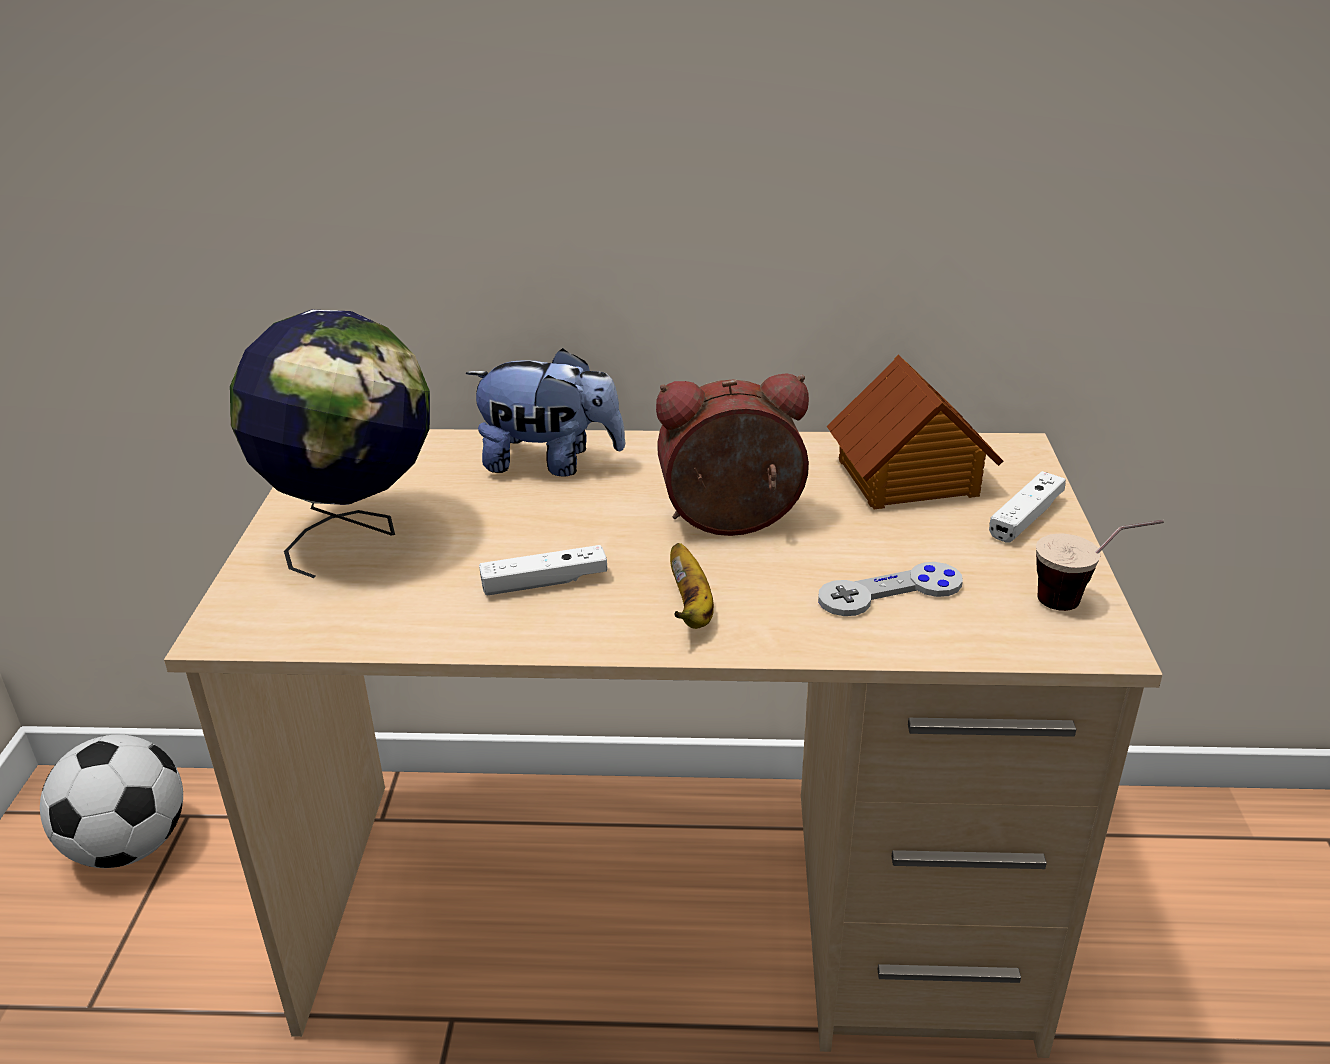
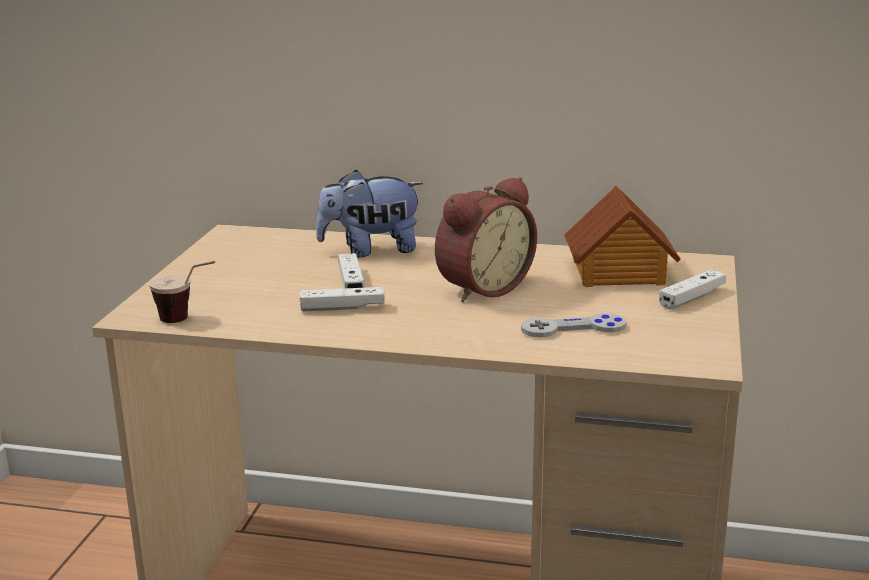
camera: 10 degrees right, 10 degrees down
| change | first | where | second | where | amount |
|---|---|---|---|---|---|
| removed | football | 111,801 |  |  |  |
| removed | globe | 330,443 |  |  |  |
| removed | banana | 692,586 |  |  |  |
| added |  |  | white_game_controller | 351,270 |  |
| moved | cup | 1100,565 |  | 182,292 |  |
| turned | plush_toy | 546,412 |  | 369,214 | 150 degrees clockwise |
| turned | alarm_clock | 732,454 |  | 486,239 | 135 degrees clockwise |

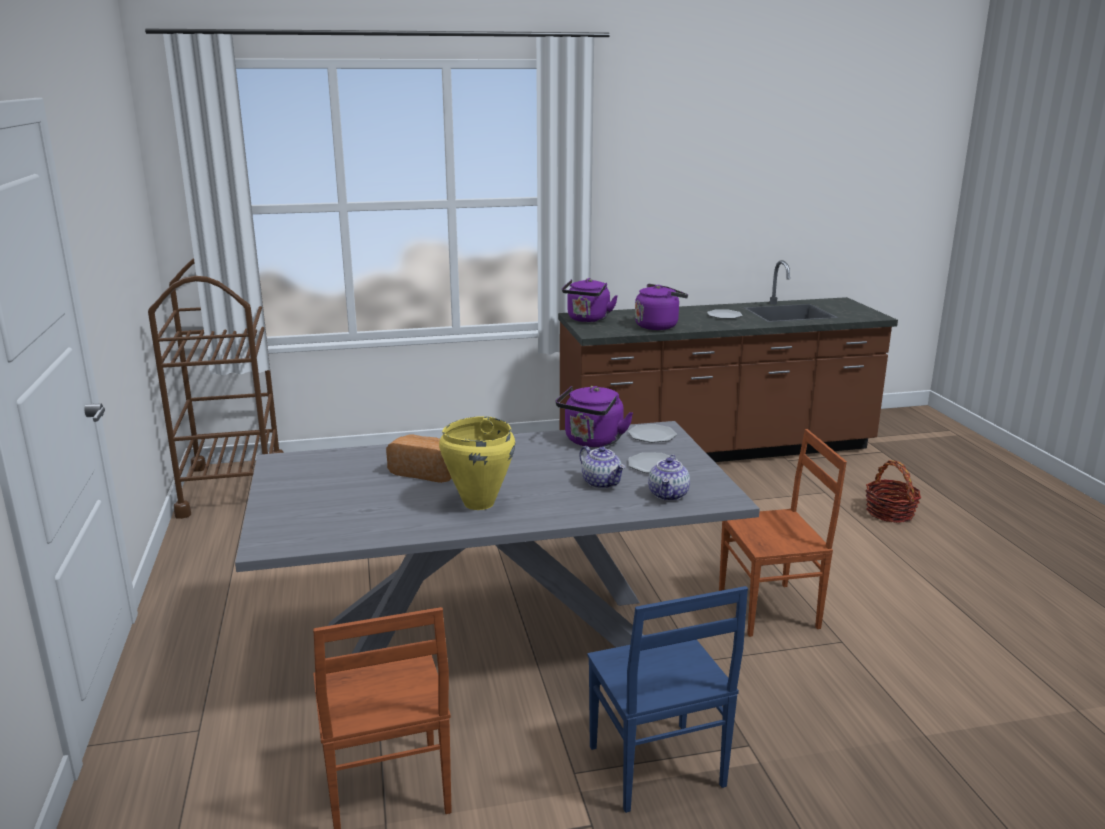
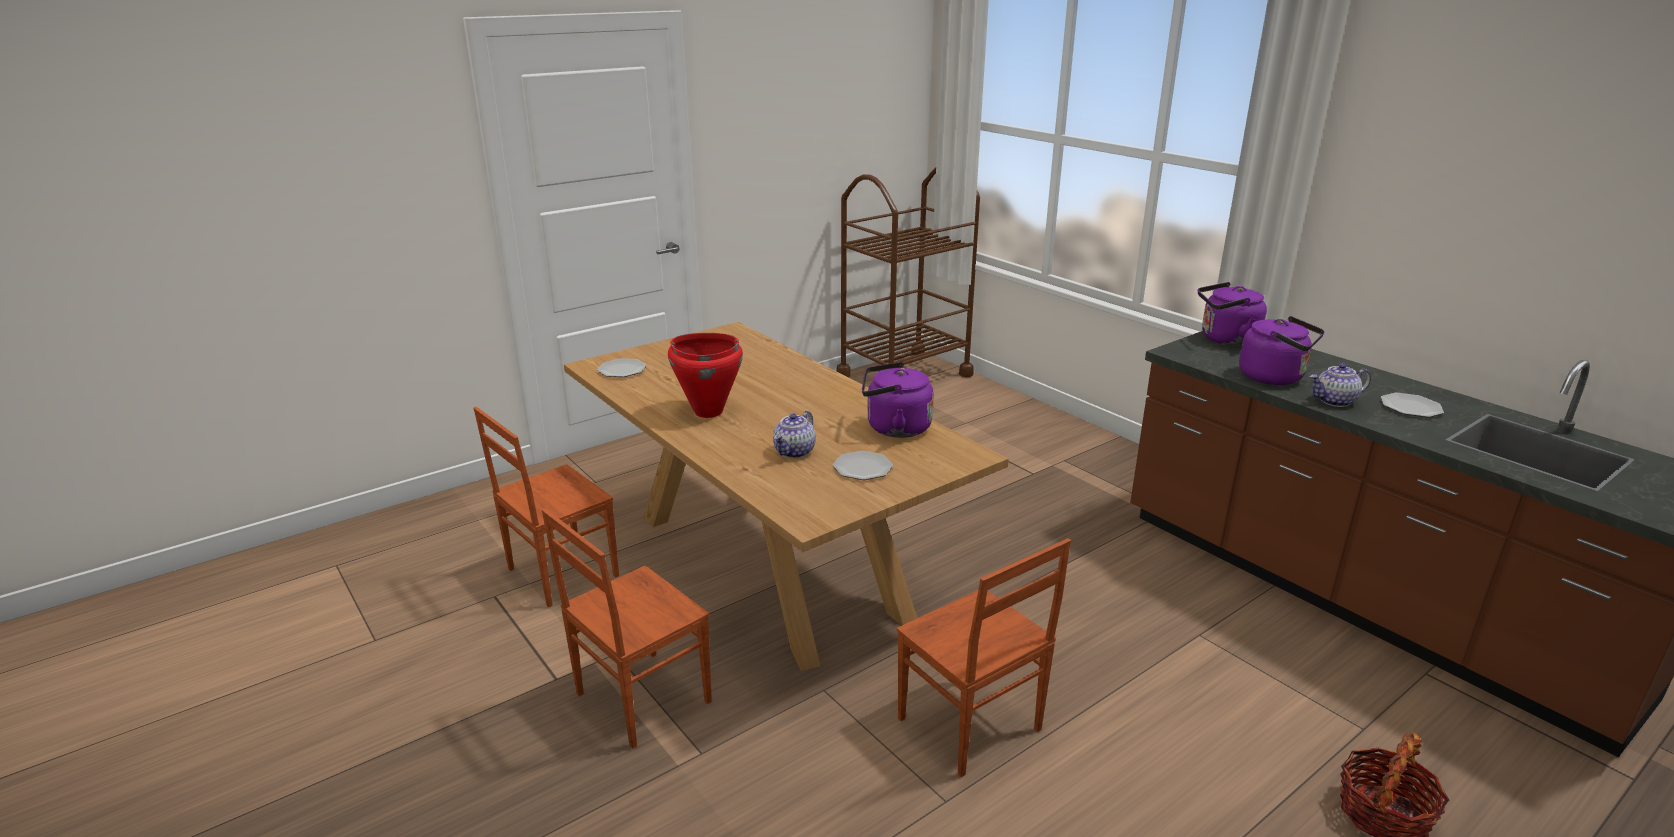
camera: 65 degrees right, 5 degrees up
| change | first | where | second | where | amount |
|---|---|---|---|---|---|
| removed | bread | 418,458 |  |  |  |
| moved | plate | 652,433 |  | 622,367 |  |
| moved | teapot | 669,478 |  | 1340,385 |  |
| recoloured | grey_dining_table | 497,537 | brown_dining_table | 786,496 |  |
| recoloured | yellow_cooking_pot | 477,463 | red_cooking_pot | 705,375 |  |
| recoloured | blue_chair | 667,699 | brown_chair | 627,628 |  |

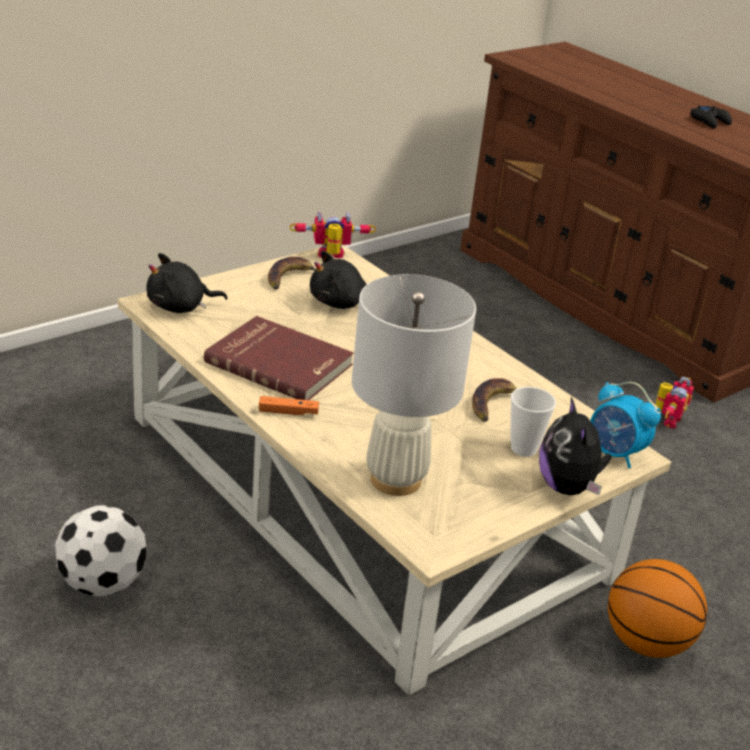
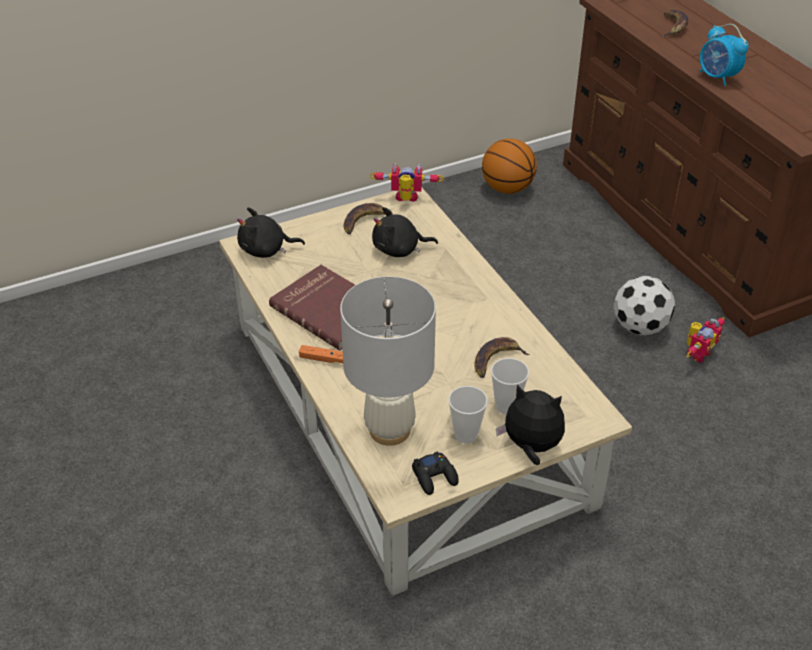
camera: 15 degrees right, 10 degrees up
| change | first | where | second | where | amount |
|---|---|---|---|---|---|
| added |  |  | cup | 468,414 |  |
| added |  |  | banana | 674,23 |  |
| moved | football | 101,550 |  | 644,305 |  |
| moved | alarm_clock | 625,425 |  | 724,55 |  |
| moved | basketball | 657,608 |  | 509,166 |  |
| moved | black_game_controller | 711,117 |  | 435,473 |  |
| turned | plush_toy | 575,446 |  | 530,424 | 105 degrees clockwise |

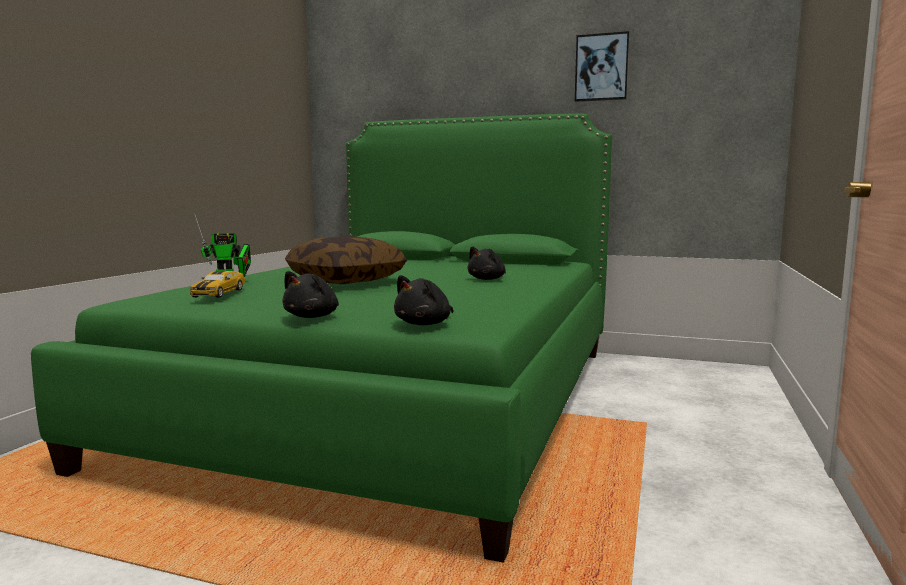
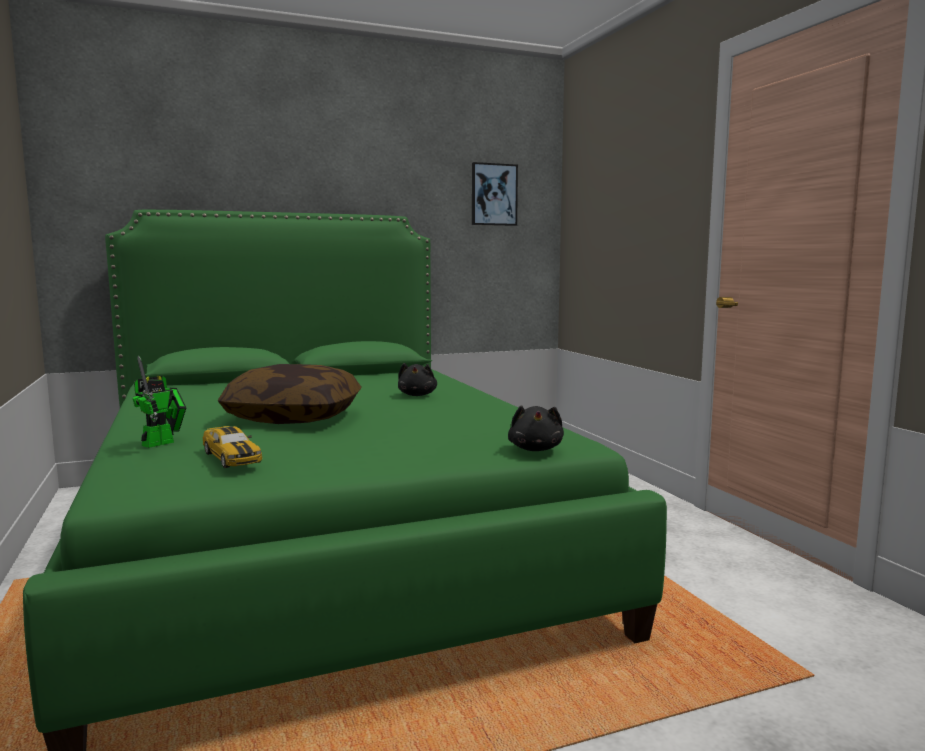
camera: 40 degrees left, 0 degrees up
| change | first | where | second | where | amount |
|---|---|---|---|---|---|
| removed | black_plush_toy | 310,294 |  |  |  |
| moved | picture | 602,66 |  | 495,194 |  |

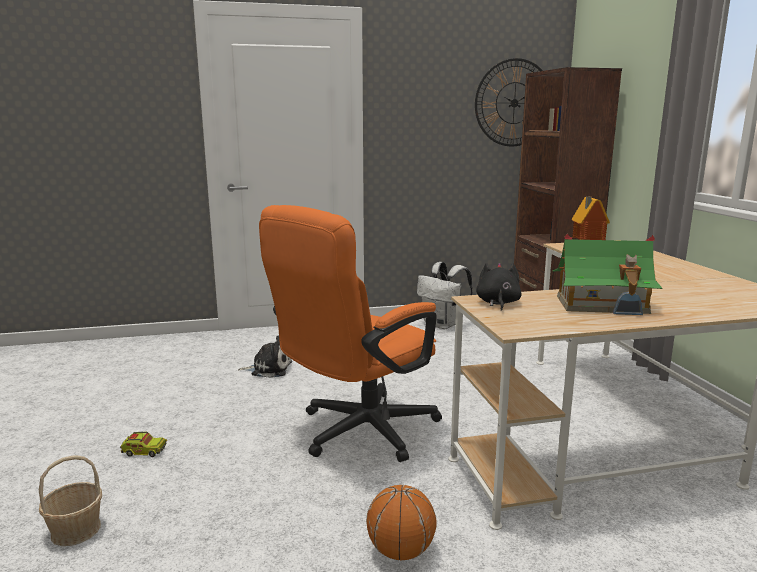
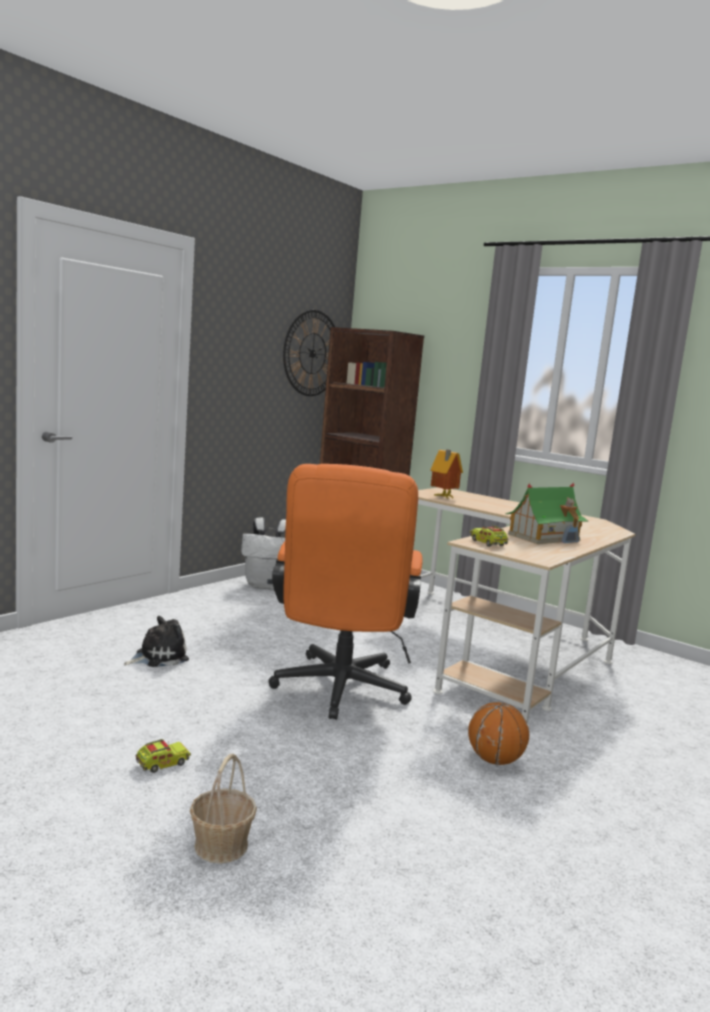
camera: 40 degrees left, 5 degrees down
| change | first | where | second | where | amount |
|---|---|---|---|---|---|
| replaced | black_plush_toy | 499,287 | toy_truck | 489,536 |  |

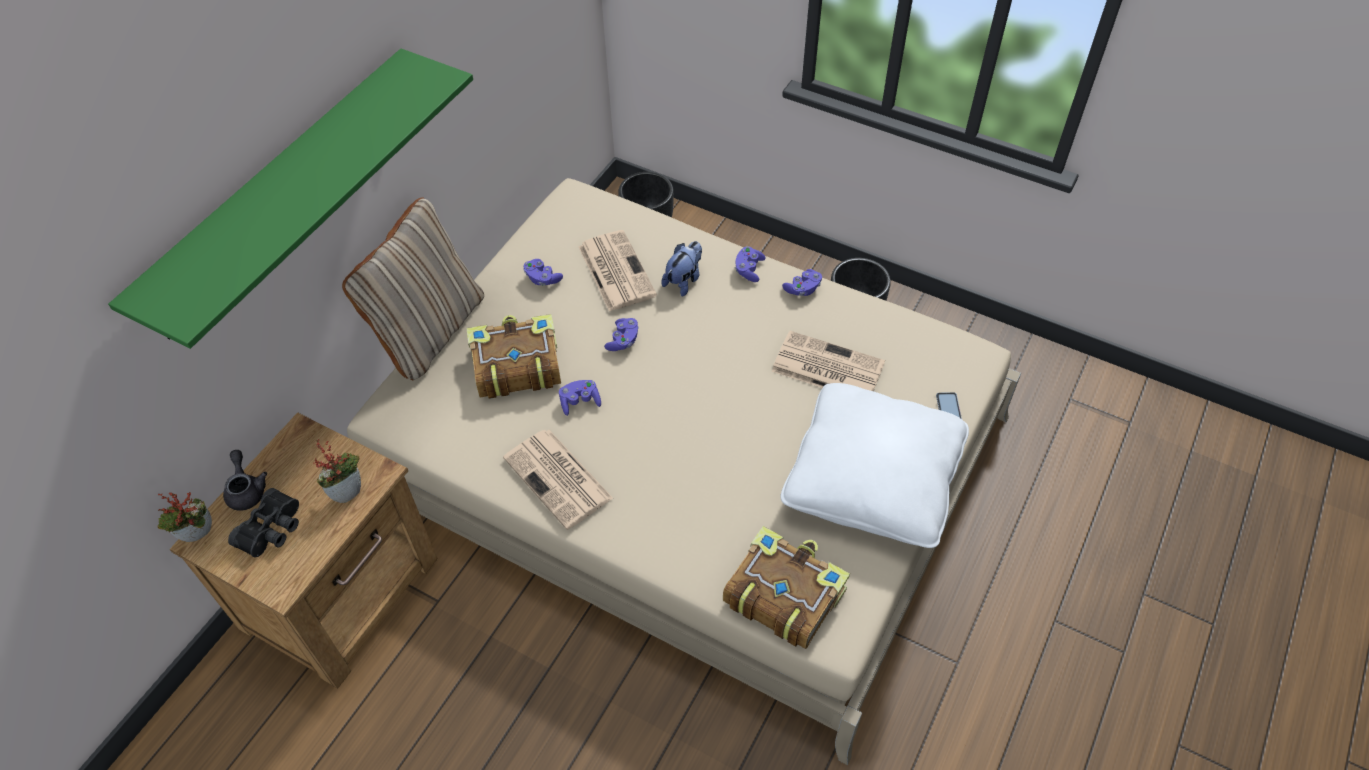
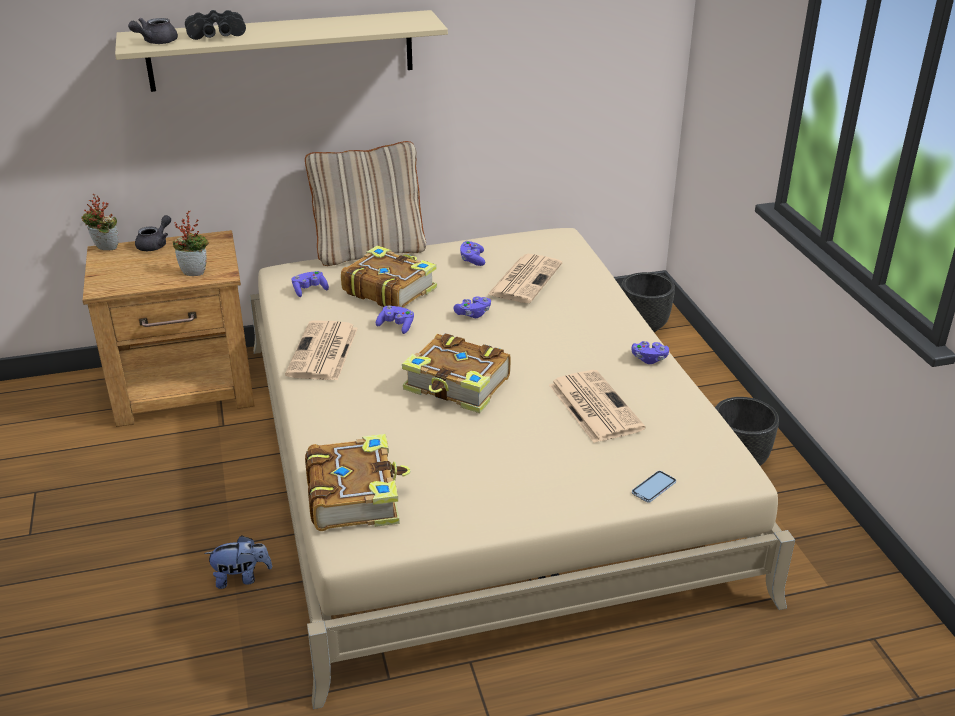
camera: 45 degrees right, 20 degrees down
| change | first | where | second | where | amount |
|---|---|---|---|---|---|
| removed | white_pillow | 874,465 |  |  |  |
| added |  |  | grey_teapot | 153,31 |  |
| added |  |  | book | 456,373 |  |
| moved | black_binoculars | 263,522 |  | 215,25 |  |
| moved | plush_toy | 681,269 |  | 238,562 |  |
| moved | purple_game_controller | 750,264 |  | 310,284 |  |
| recoloured | green_shelf | 290,199 | beige_shelf | 281,51 |  |

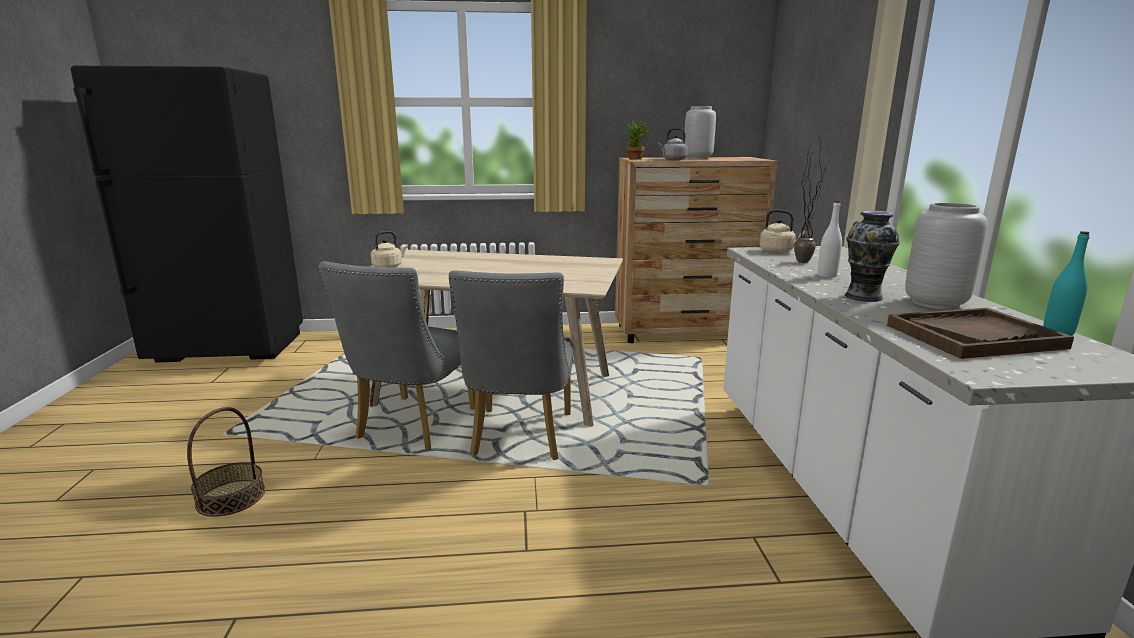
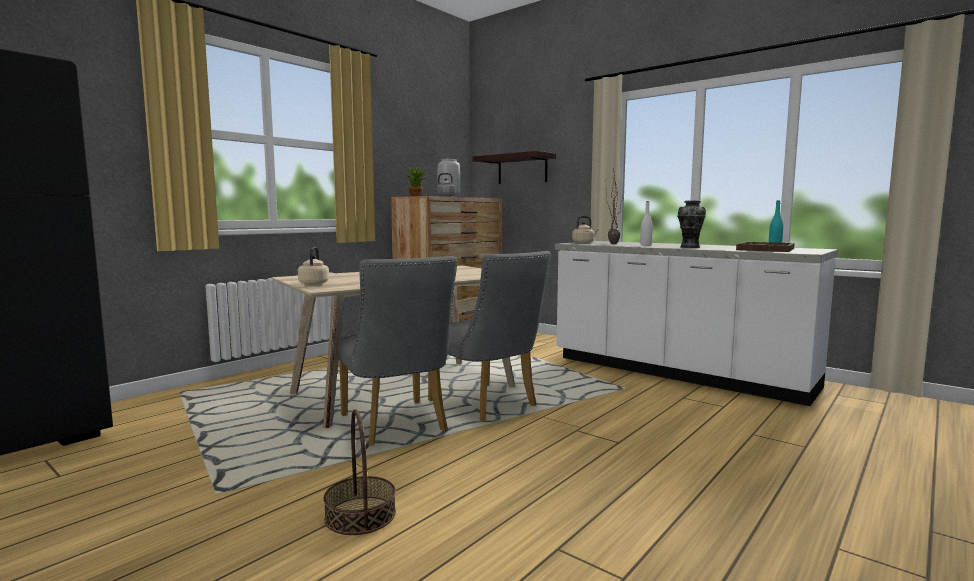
camera: 45 degrees left, 10 degrees down
| change | first | where | second | where | amount |
|---|---|---|---|---|---|
| removed | grey_vase | 946,256 |  |  |  |
| added |  |  | shelf | 514,167 |  |

